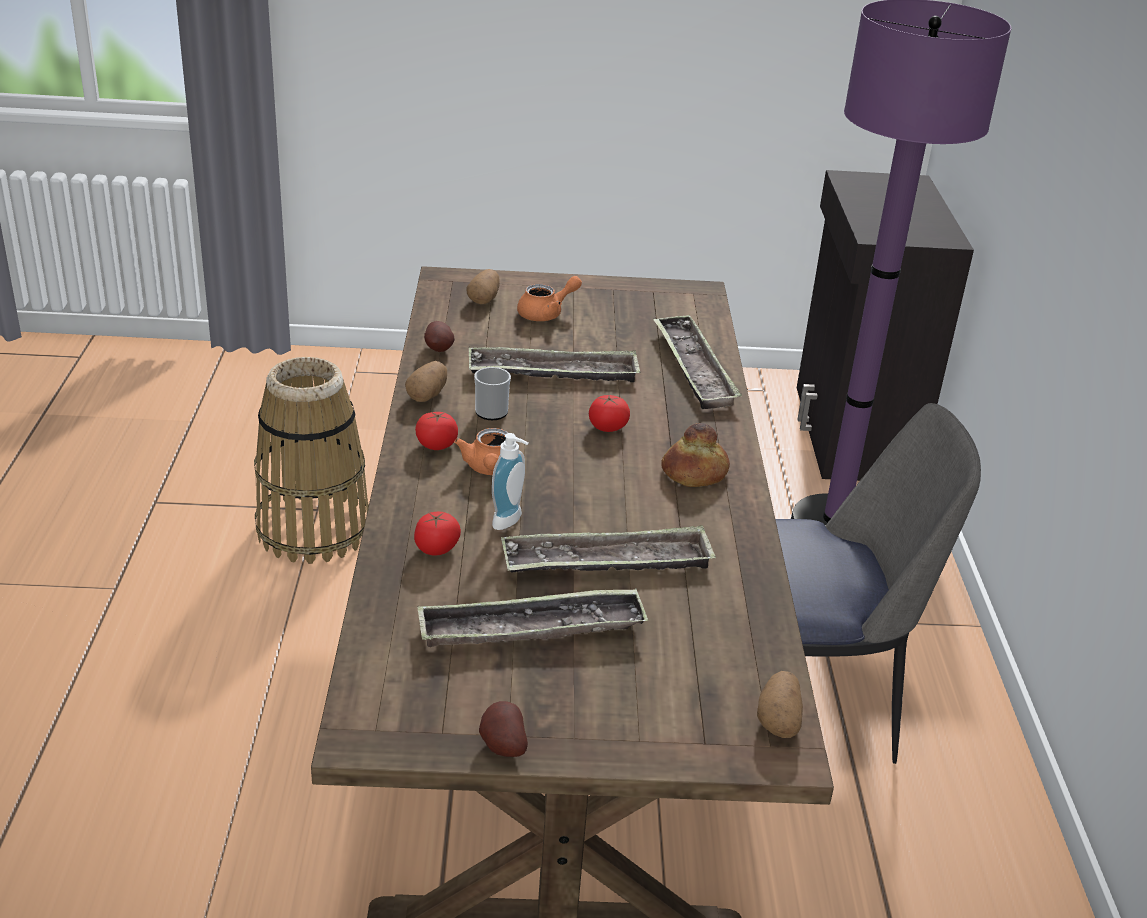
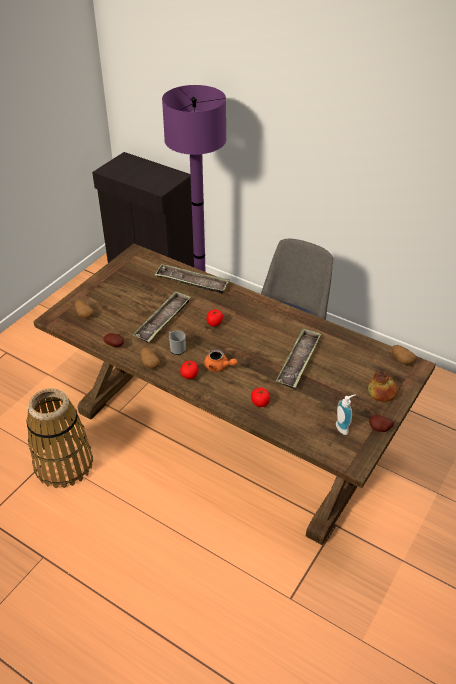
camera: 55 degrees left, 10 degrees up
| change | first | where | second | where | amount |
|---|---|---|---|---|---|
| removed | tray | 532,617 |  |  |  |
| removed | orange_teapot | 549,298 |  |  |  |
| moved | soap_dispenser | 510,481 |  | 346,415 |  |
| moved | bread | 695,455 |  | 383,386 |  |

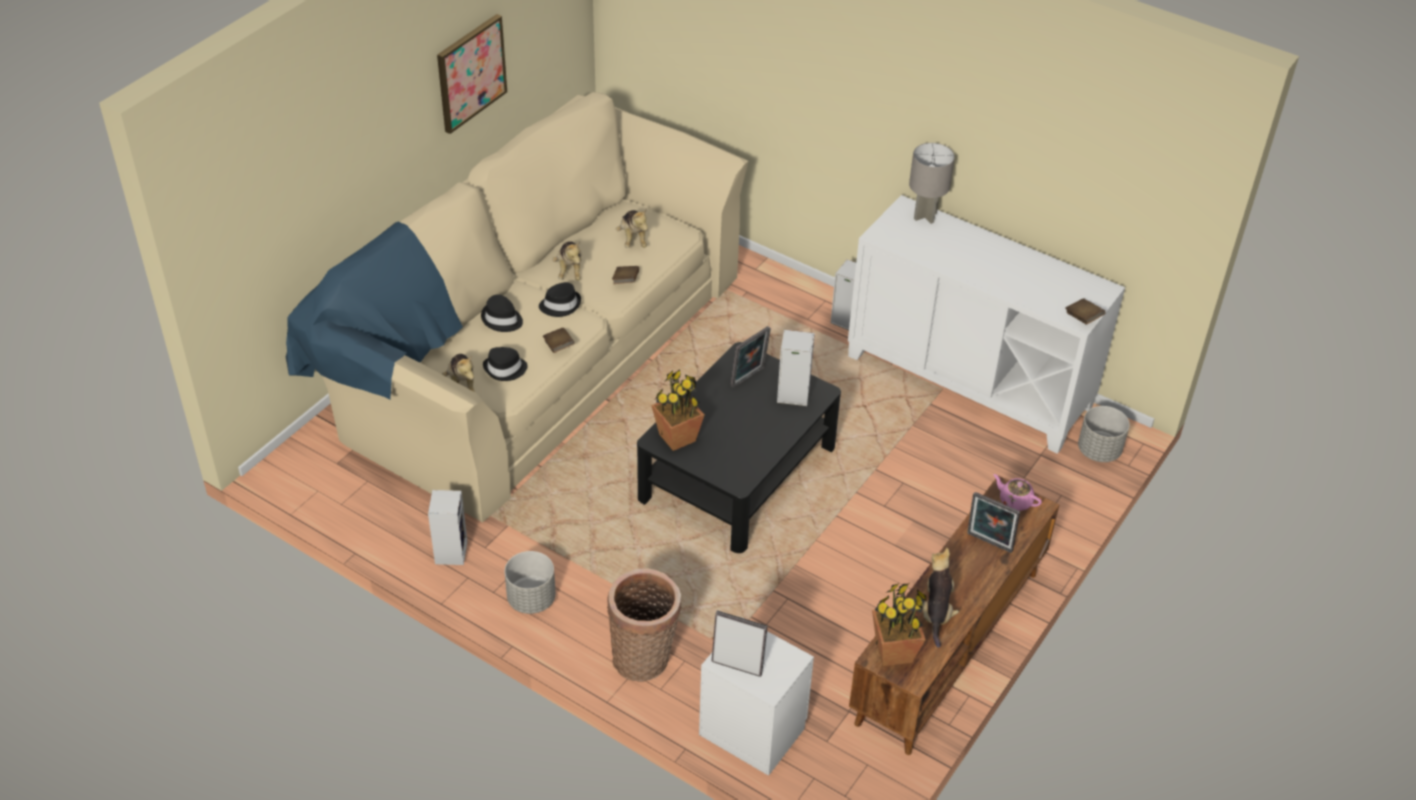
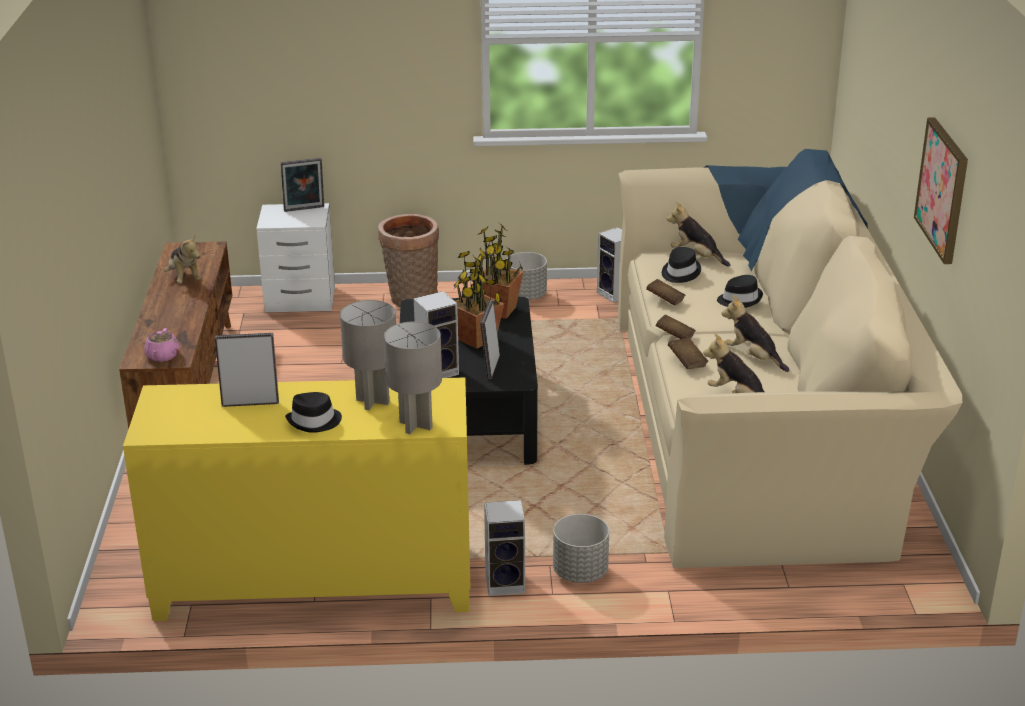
camera: 145 degrees right, 15 degrees down
| change | first | where | second | where | amount |
|---|---|---|---|---|---|
| added |  |  | grey_table_lamp | 368,355 |  |
| moved | black_hat | 560,299 |  | 313,412 |  |
| moved | potted_plant | 899,624 |  | 479,298 |  |
| moved | picture_frame | 993,522 |  | 247,370 |  |
| moved | brown_book | 1086,311 |  | 676,326 |  |
| moved | grey_planter | 1104,434 |  | 581,548 |  |
| recoloured | white_cabinet | 986,324 | yellow_cabinet | 297,499 |  |
| turned | pink_teapot | 1017,492 |  | 162,345 | 90 degrees clockwise |

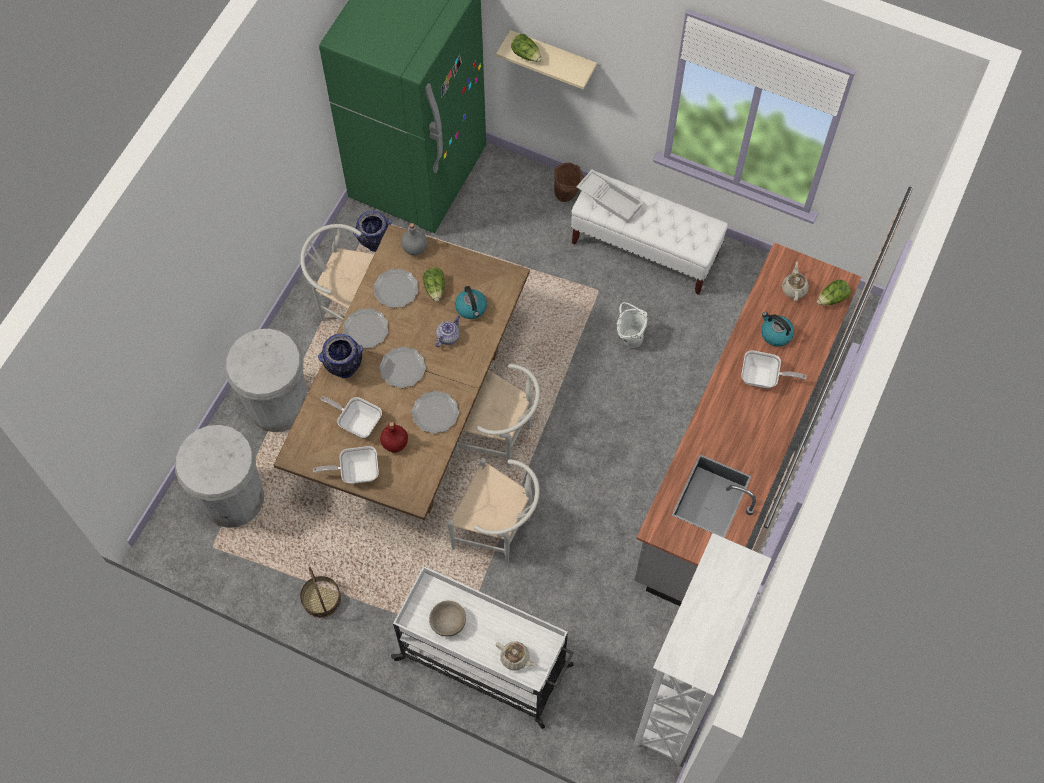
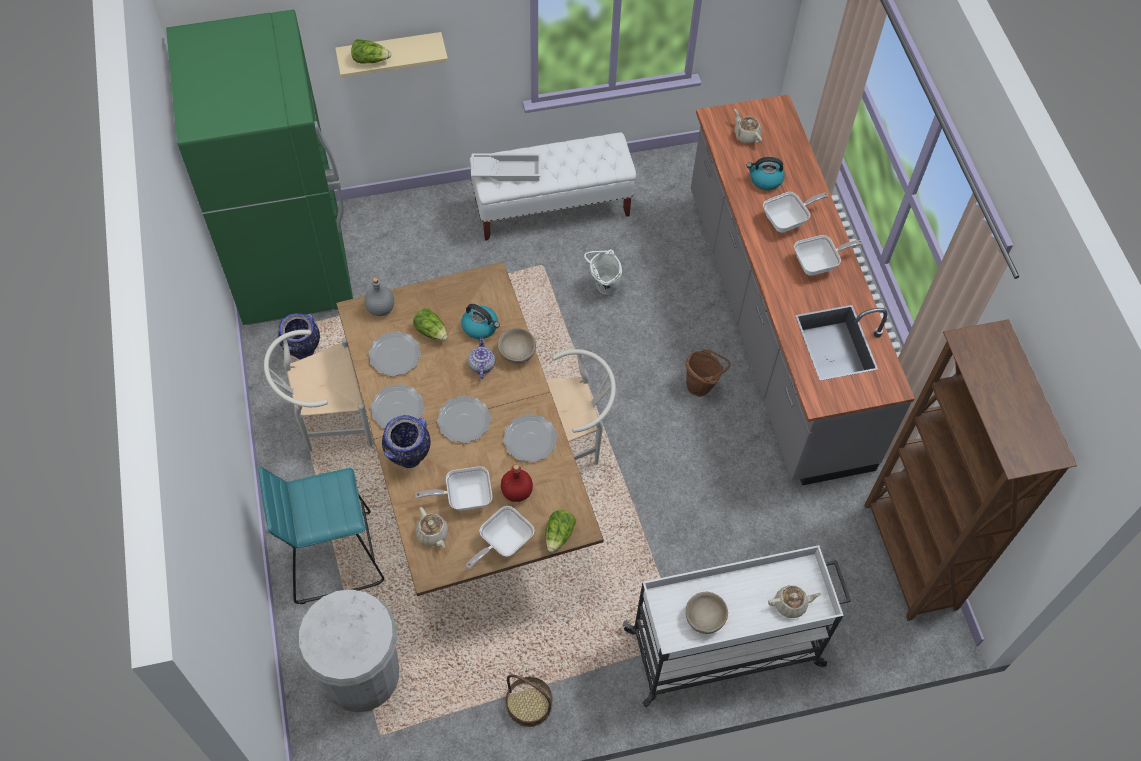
camera: 40 degrees left, 5 degrees down
| change | first | where | second | where | amount |
|---|---|---|---|---|---|
| removed | white_chair | 493,510 |  |  |  |
| added |  |  | beige_teapot | 432,527 |  |
| added |  |  | beige_bowl | 517,345 |  |
| added |  |  | frying_pan | 828,255 |  |
| moved | brown_bucket | 569,182 |  | 708,373 |  |
| moved | lettuce | 834,292 |  | 560,531 |  |
| replaced | white_trash_can | 266,380 | turquoise_stool | 321,535 |  |
| recoloured | white_bookcase | 702,649 | brown_bookcase | 970,470 |  |

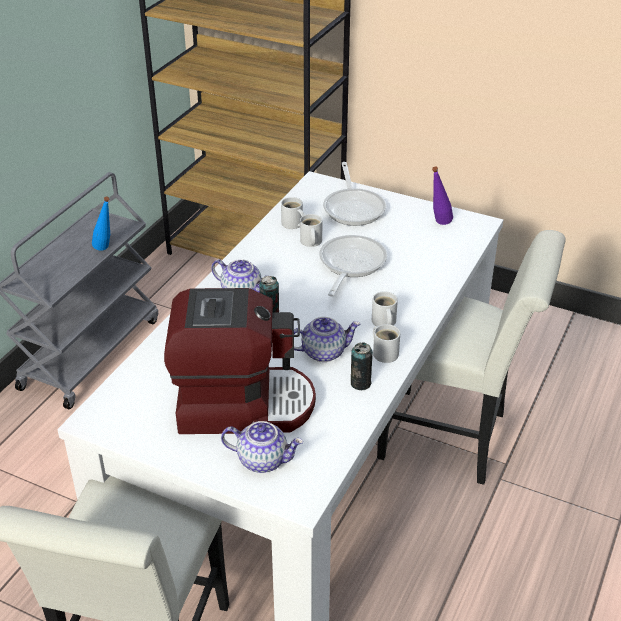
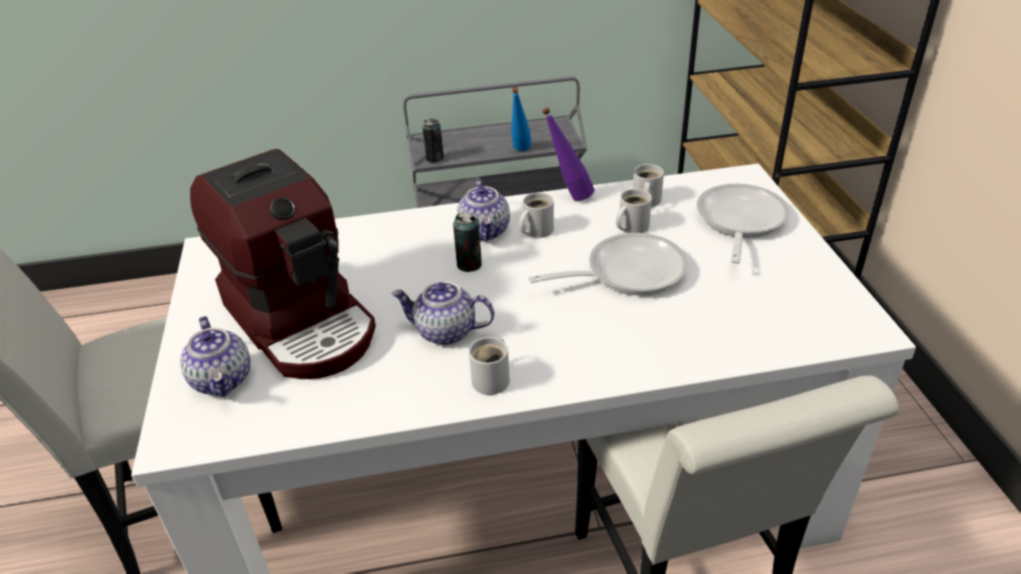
camera: 55 degrees right, 0 degrees up
| change | first | where | second | where | amount |
|---|---|---|---|---|---|
| moved | can | 362,366 |  | 433,141 |  |
| moved | white_mug | 385,308 |  | 536,215 |  |
| moved | purple_bottle | 442,196 |  | 568,154 |  |
| turned | teapot | 327,339 |  | 443,313 | 150 degrees clockwise |
| turned | frying_pan | 354,194 |  | 743,224 | 150 degrees clockwise |

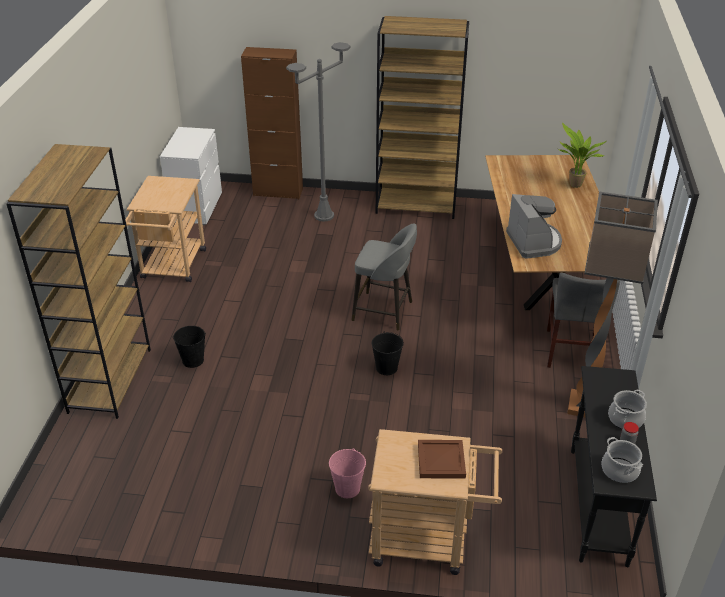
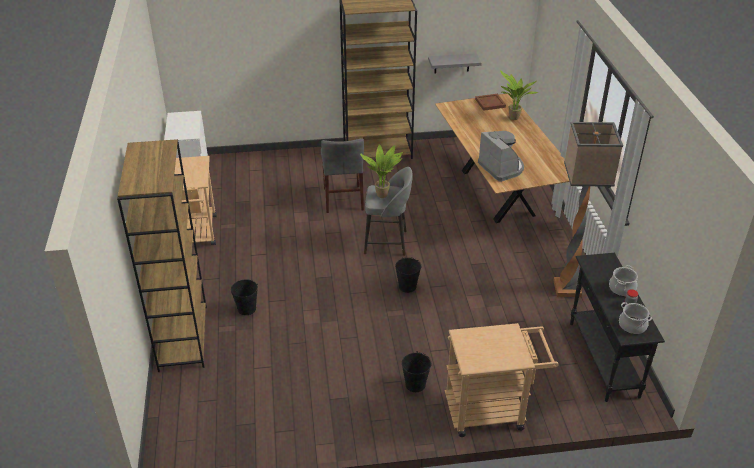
camera: 15 degrees left, 0 degrees up
| change | first | where | second | where | amount |
|---|---|---|---|---|---|
| removed | brown_cabinet | 272,123 |  |  |  |
| removed | grey_floor_lamp | 318,132 |  |  |  |
| added |  |  | potted_plant | 382,171 |  |
| added |  |  | grey_shelf | 455,63 |  |
| moved | brown_tray | 442,459 |  | 490,102 |  |
| moved | grey_chair | 583,320 |  | 342,175 |  |
| recoloured | pink_bucket | 347,473 | black_bucket | 417,371 |  |

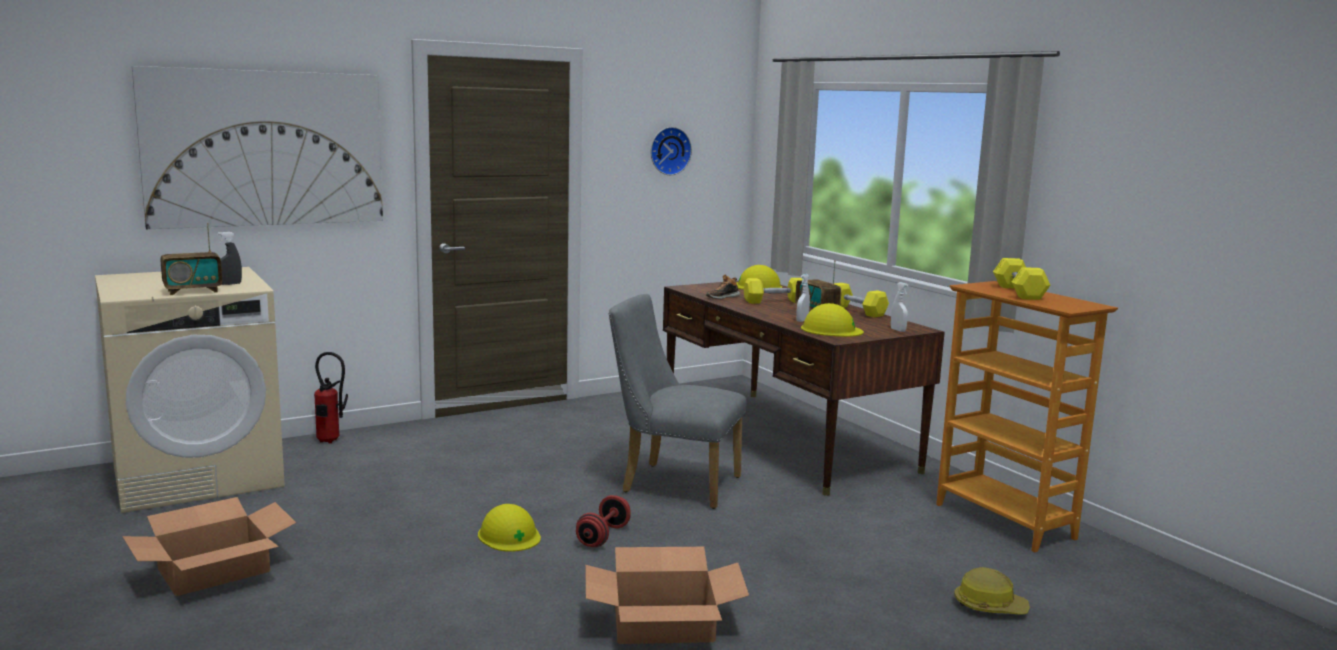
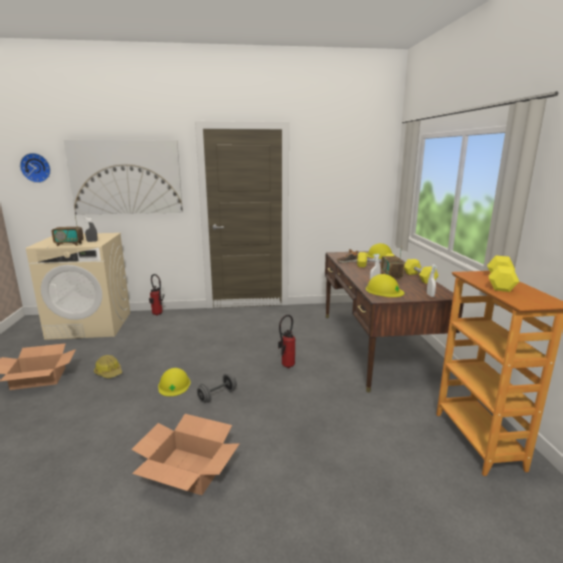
camera: 25 degrees right, 5 degrees up
| change | first | where | second | where | amount |
|---|---|---|---|---|---|
| moved | wall_clock | 671,151 |  | 35,168 |  |
| moved | hard_hat | 992,591 |  | 108,366 |  |
| replaced | grey_chair | 678,401 | fire_extinguisher | 286,342 |  |
| recoloured | red_dumbbell | 603,521 | grey_dumbbell | 217,388 |  |

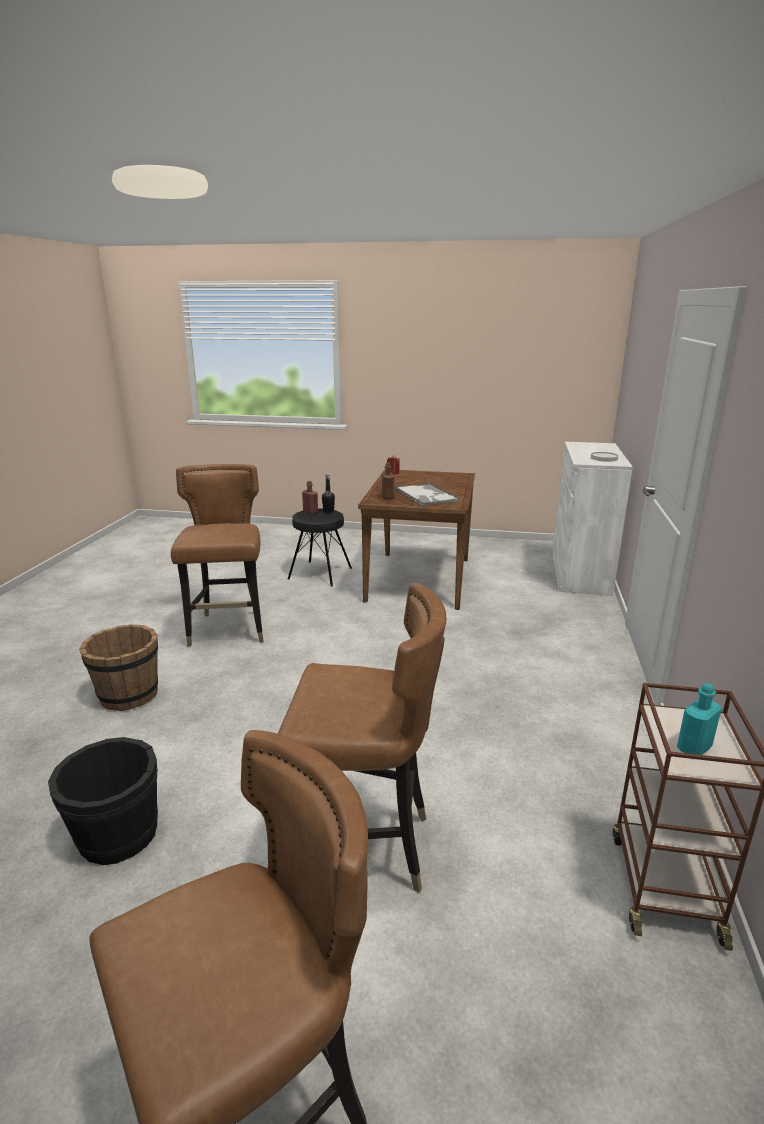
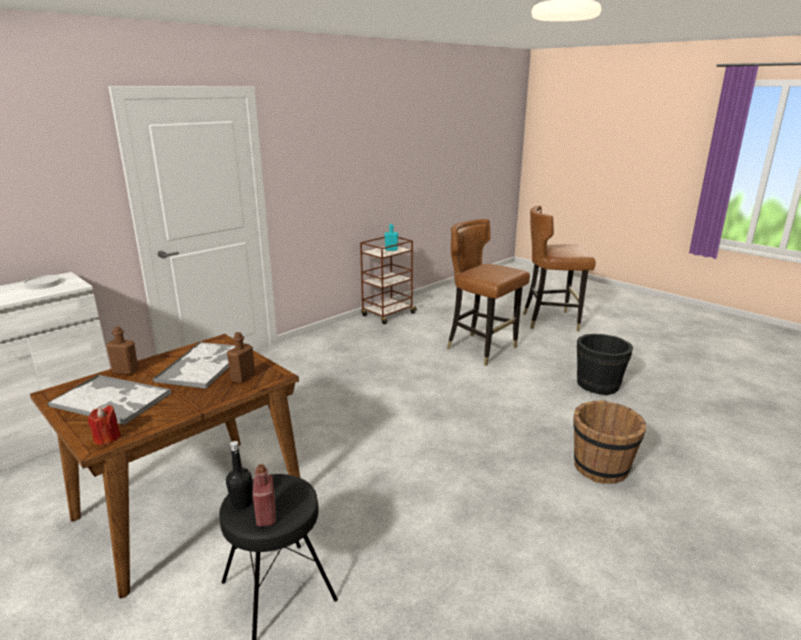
camera: 145 degrees left, 0 degrees up
| change | first | where | second | where | amount |
|---|---|---|---|---|---|
| removed | brown_chair | 217,555 |  |  |  |
| added |  |  | tray | 109,399 |  |
| added |  |  | brown_bottle | 122,350 |  |

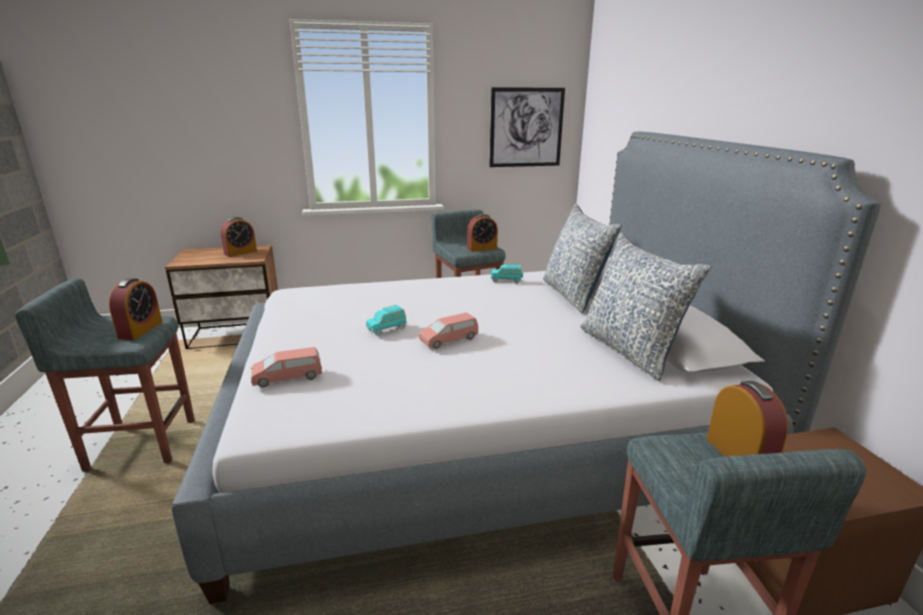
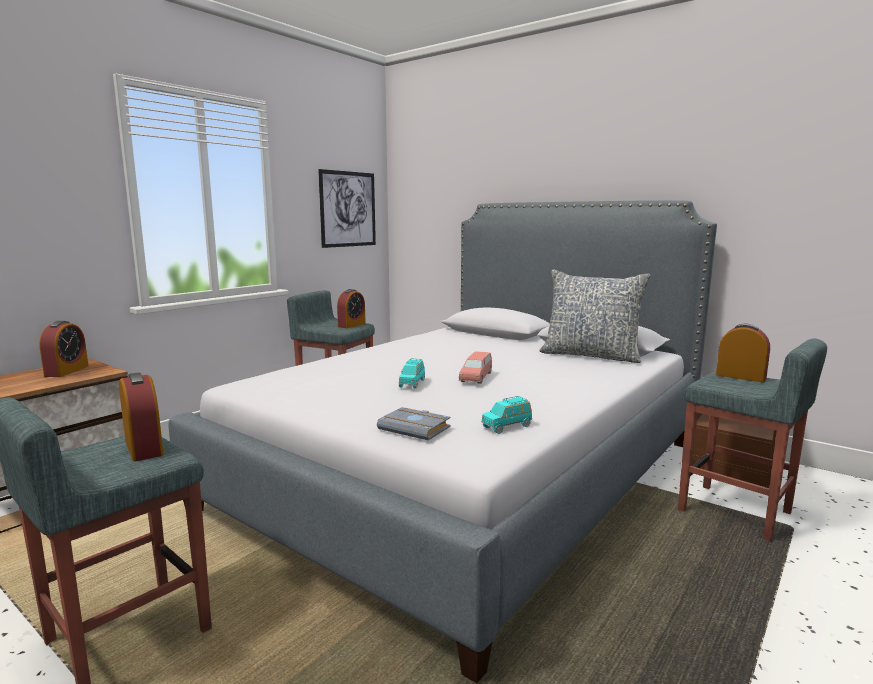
camera: 40 degrees left, 10 degrees down
| change | first | where | second | where | amount |
|---|---|---|---|---|---|
| removed | pillow | 582,258 |  |  |  |
| moved | turquoise_toy_car | 507,274 |  | 507,415 |  |
| replaced | pink_toy_car | 286,367 | grey_book | 413,424 |  |

